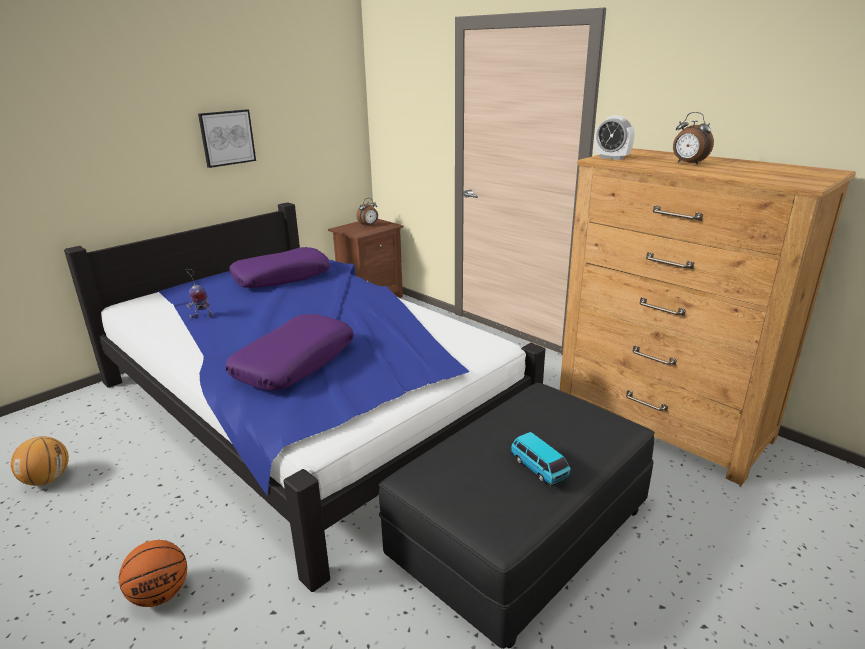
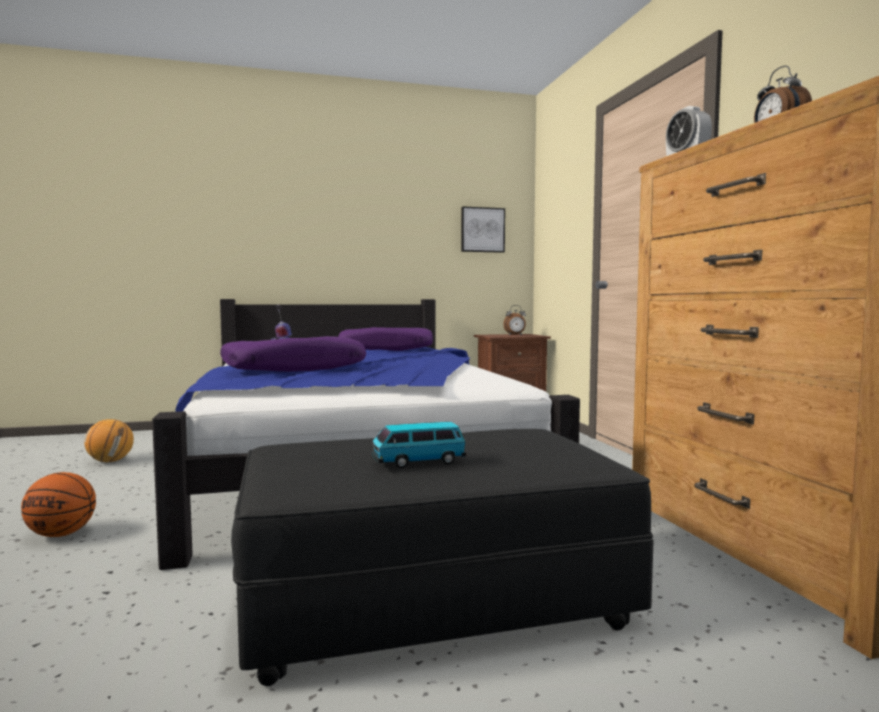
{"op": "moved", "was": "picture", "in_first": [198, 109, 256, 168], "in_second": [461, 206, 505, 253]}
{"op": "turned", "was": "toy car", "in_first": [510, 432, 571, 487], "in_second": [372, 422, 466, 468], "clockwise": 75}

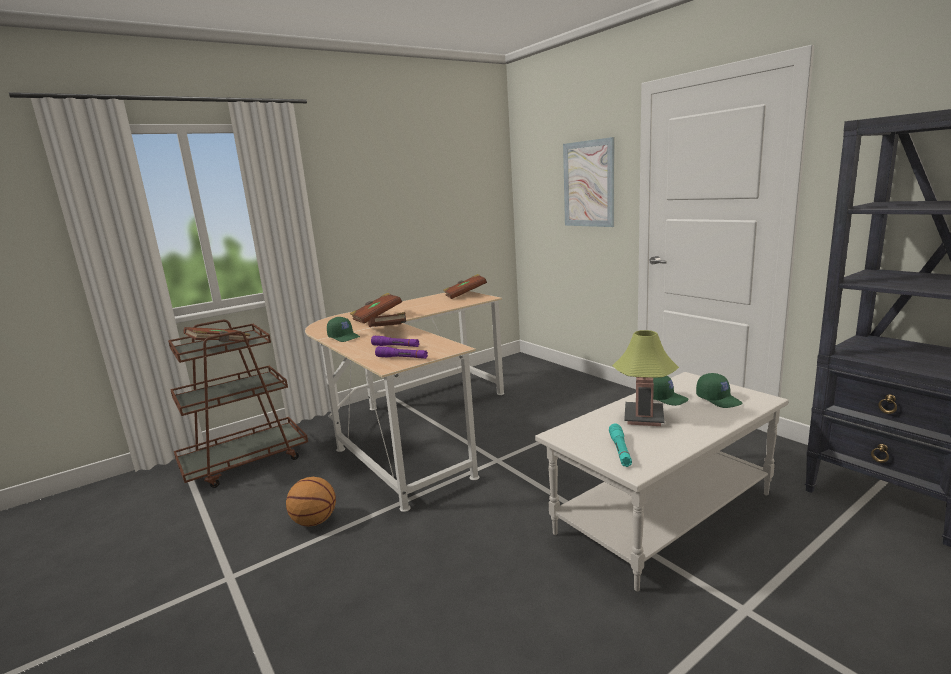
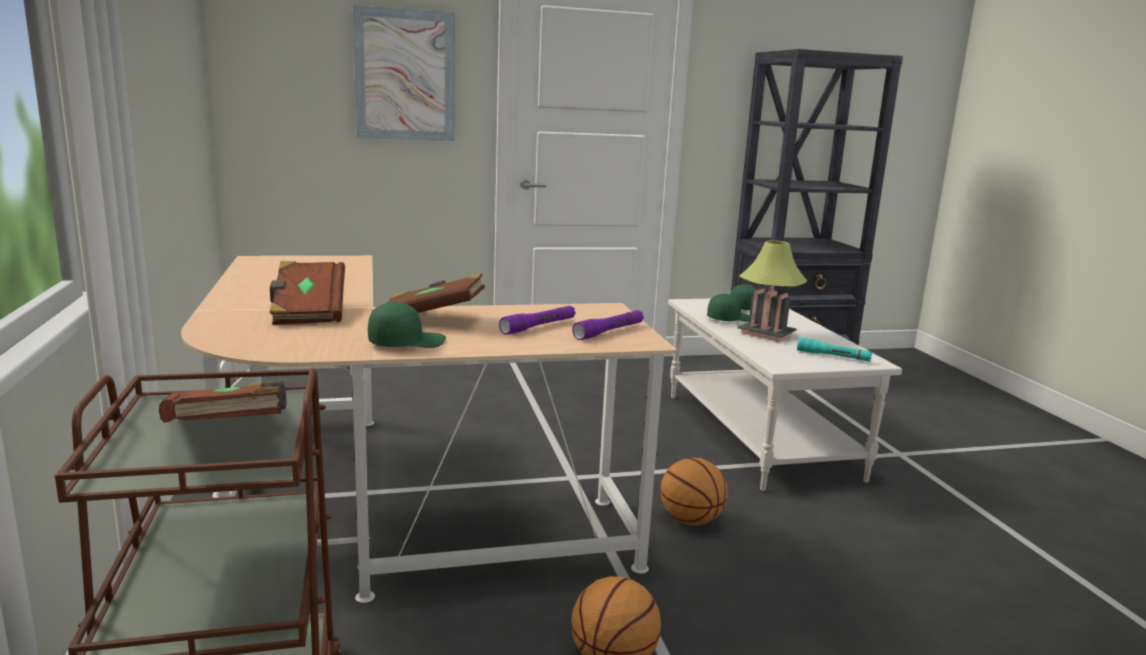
{"op": "removed", "was": "brown book", "in_first": [443, 274, 487, 299]}
{"op": "added", "now": "basketball", "in_second": [660, 458, 728, 526]}

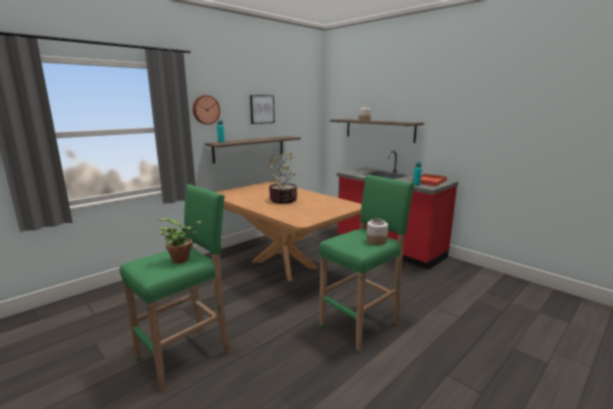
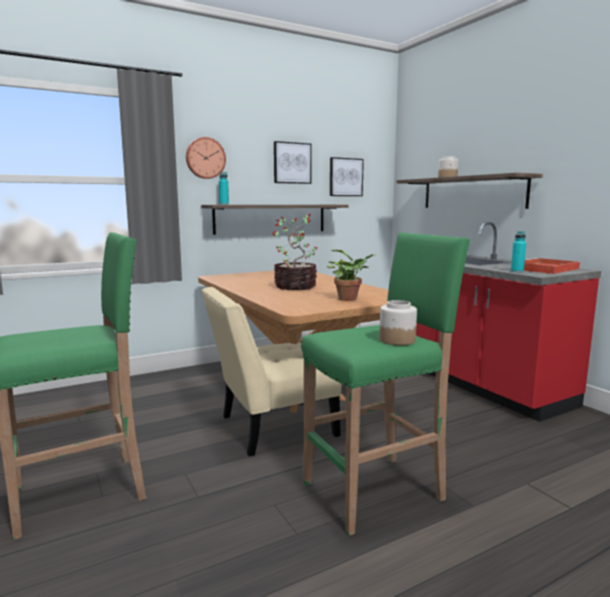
{"op": "moved", "was": "potted plant", "in_first": [158, 218, 201, 263], "in_second": [327, 250, 376, 301]}
{"op": "added", "now": "beige chair", "in_second": [202, 287, 342, 456]}
{"op": "added", "now": "picture", "in_second": [330, 157, 364, 196]}

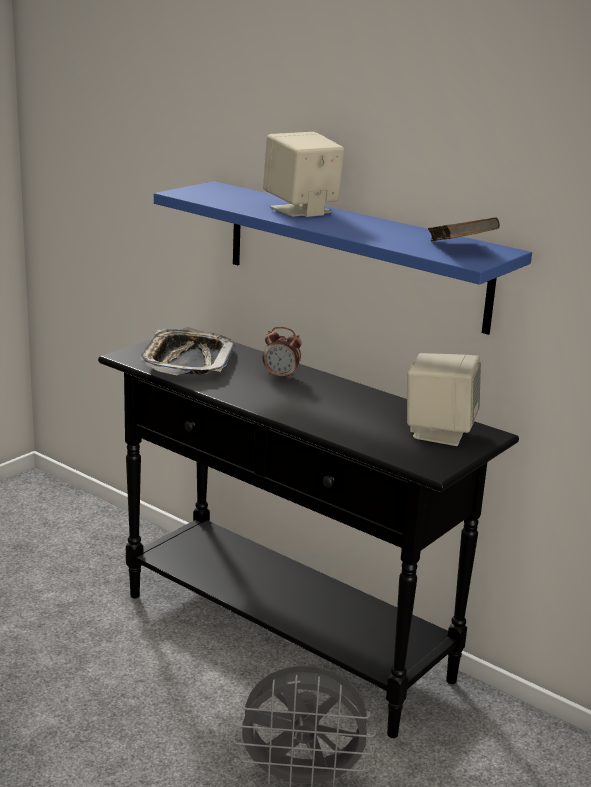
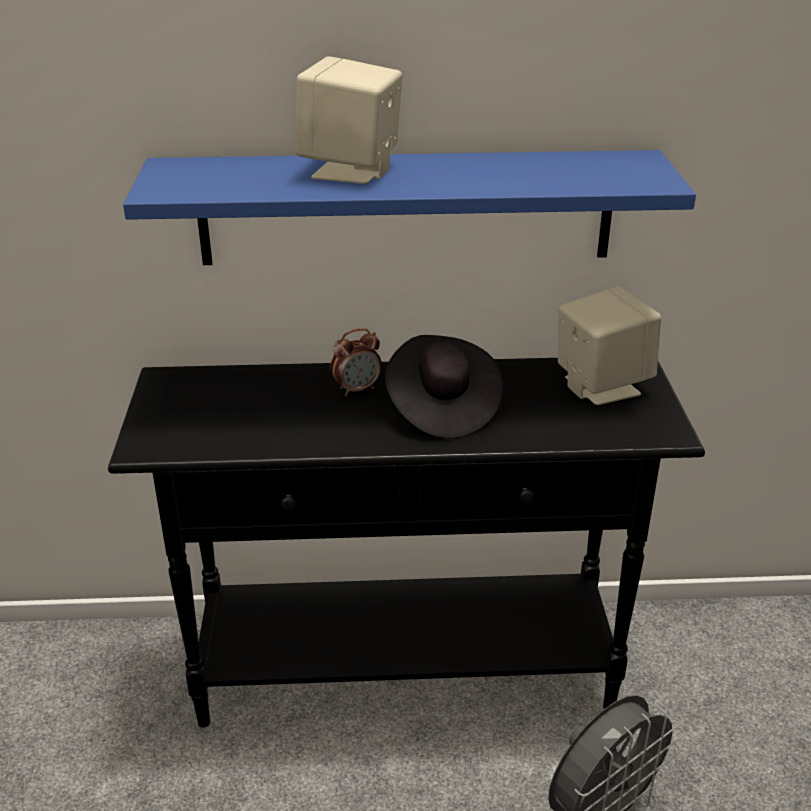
{"op": "removed", "was": "tray", "in_first": [140, 329, 235, 375]}
{"op": "removed", "was": "brown book", "in_first": [428, 217, 500, 241]}
{"op": "added", "now": "black hat", "in_second": [385, 335, 503, 439]}

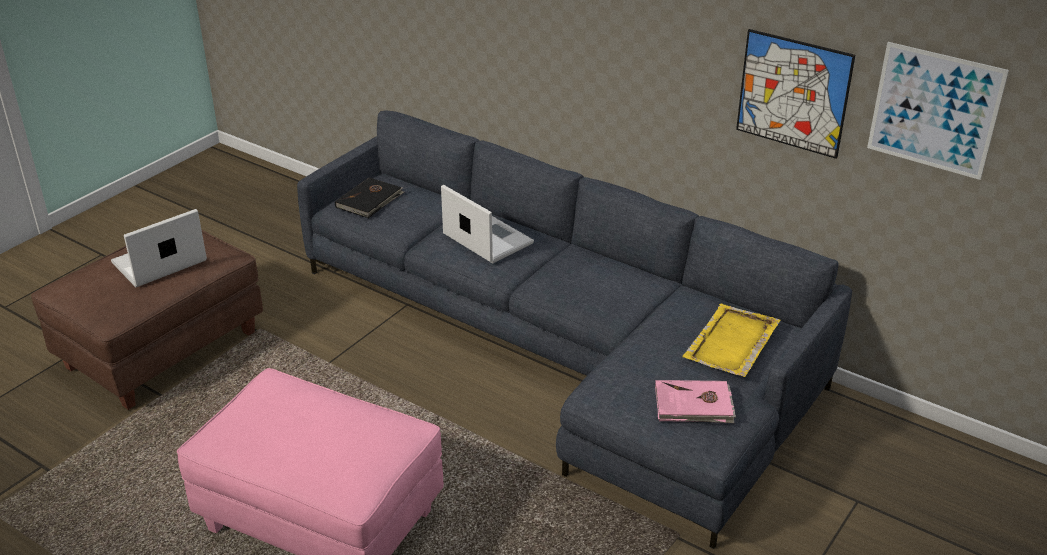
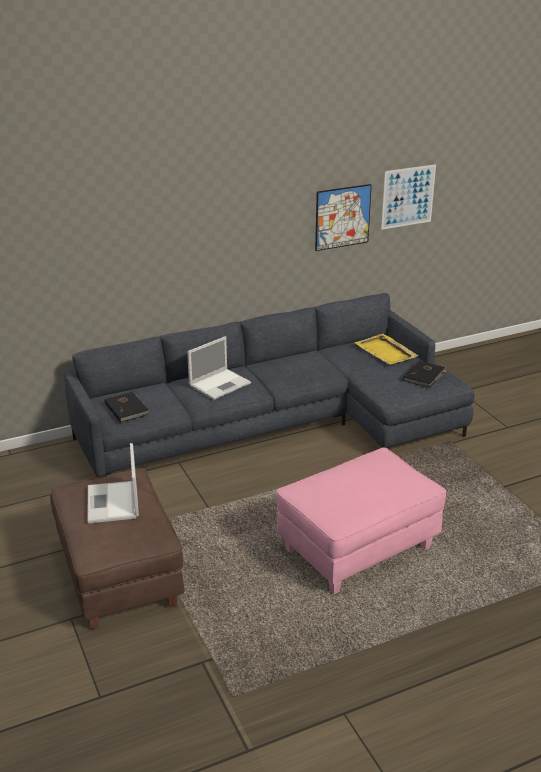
{"op": "turned", "was": "laptop", "in_first": [441, 185, 534, 263], "in_second": [187, 336, 251, 400], "clockwise": 150}
{"op": "recoloured", "was": "pink book", "now": "black book", "in_first": [655, 380, 736, 423], "in_second": [403, 361, 447, 388]}

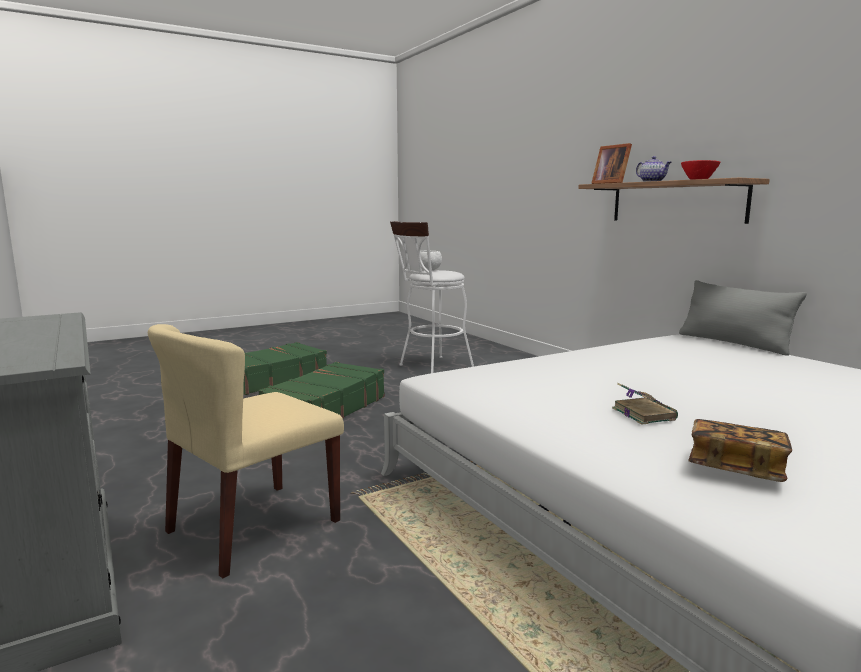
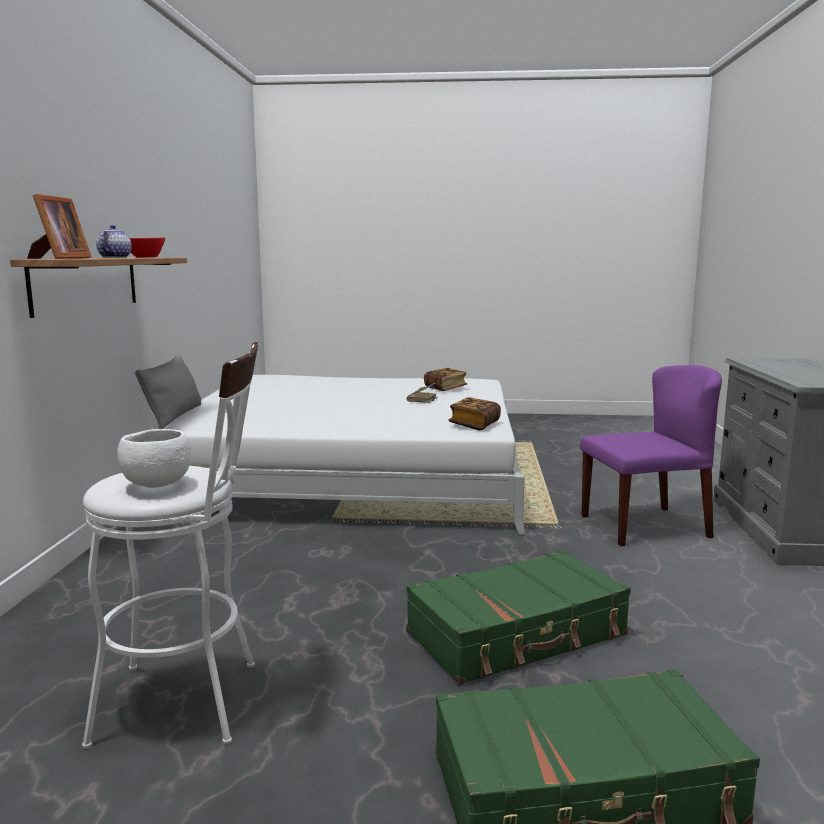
{"op": "recoloured", "was": "beige chair", "now": "purple chair", "in_first": [148, 324, 344, 579], "in_second": [580, 365, 722, 546]}
{"op": "added", "now": "book", "in_second": [449, 397, 501, 430]}

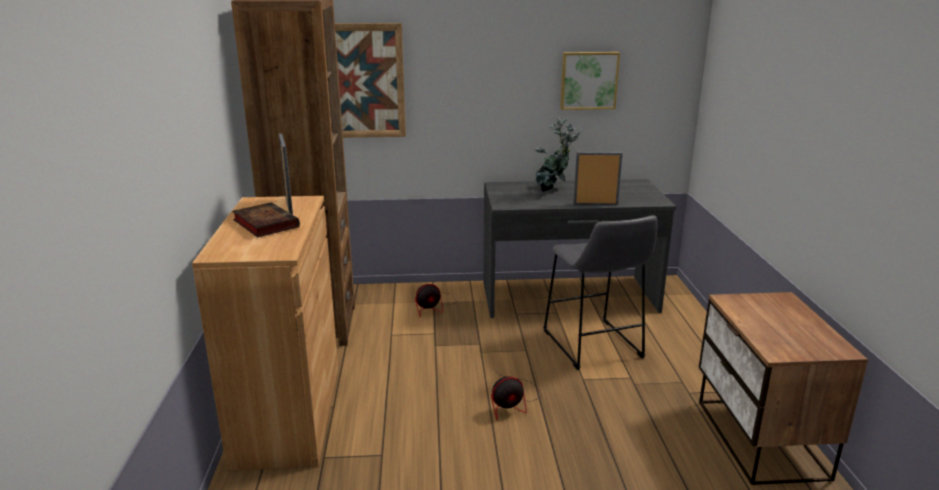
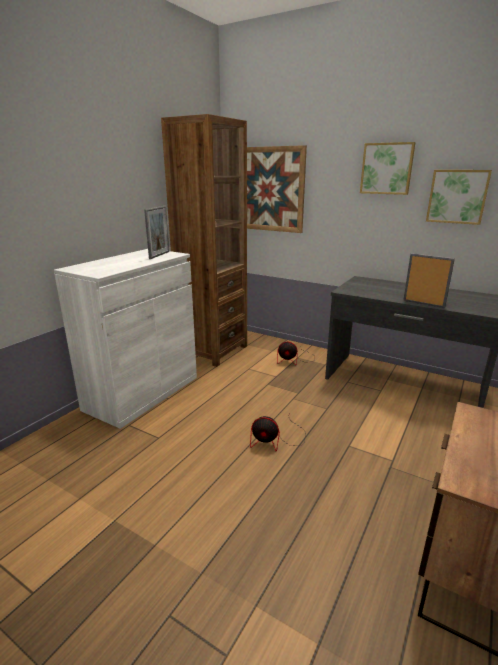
{"op": "recoloured", "was": "brown cabinet", "now": "white cabinet", "in_first": [192, 196, 338, 471], "in_second": [54, 249, 197, 429]}
{"op": "removed", "was": "book", "in_first": [232, 202, 300, 237]}
{"op": "removed", "was": "potted plant", "in_first": [535, 116, 581, 192]}
{"op": "removed", "was": "grey stool", "in_first": [543, 215, 658, 370]}
{"op": "added", "now": "picture", "in_second": [360, 142, 416, 195]}

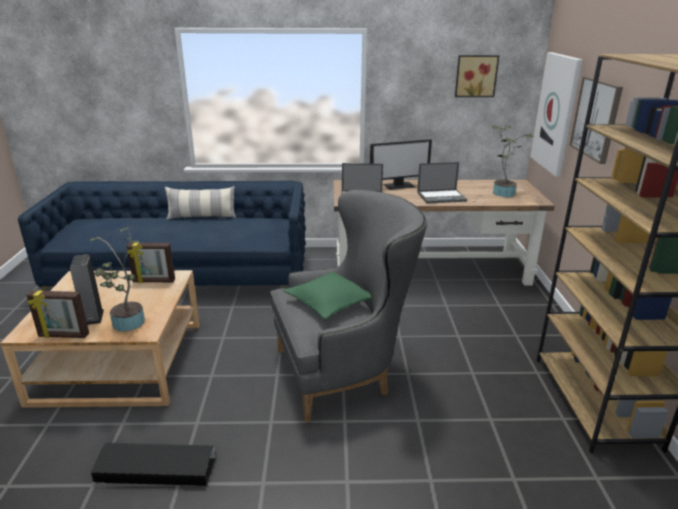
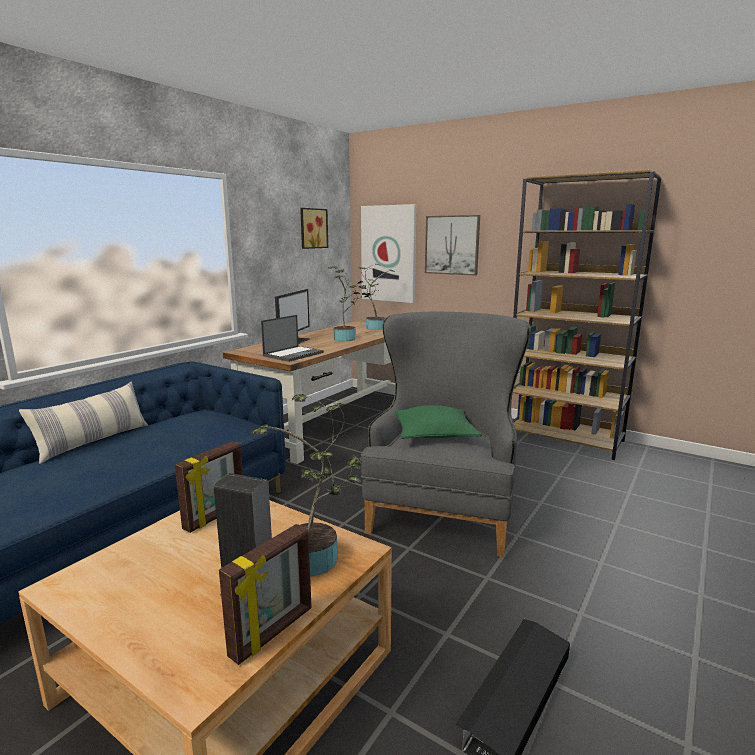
{"op": "replaced", "was": "laptop", "now": "potted plant", "in_first": [417, 162, 467, 203], "in_second": [328, 266, 367, 341]}

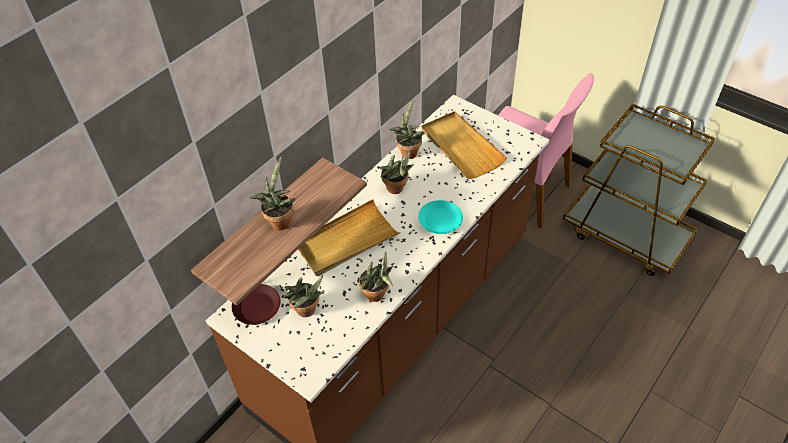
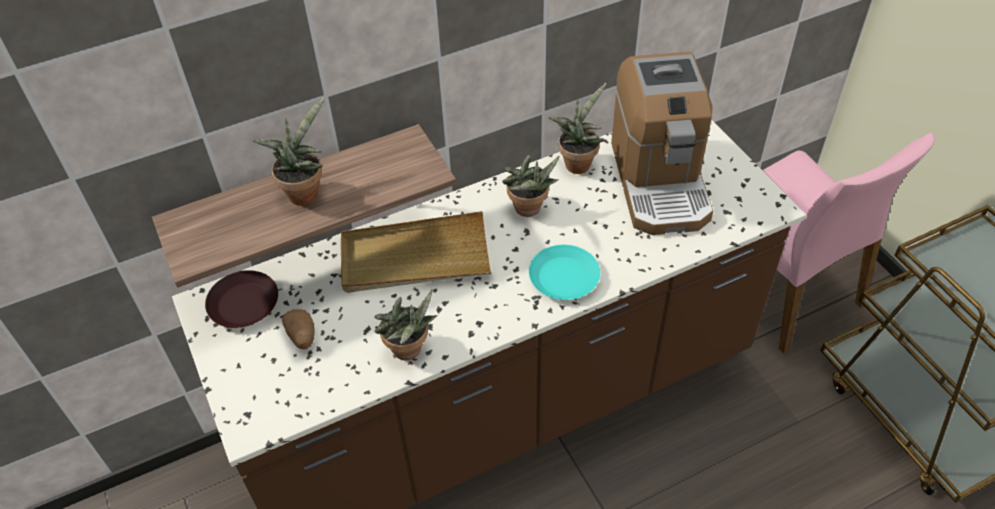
{"op": "replaced", "was": "potted plant", "now": "potato", "in_first": [284, 275, 324, 317], "in_second": [282, 309, 315, 349]}
{"op": "replaced", "was": "beige tray", "now": "coffee machine", "in_first": [421, 111, 507, 179], "in_second": [611, 52, 713, 235]}

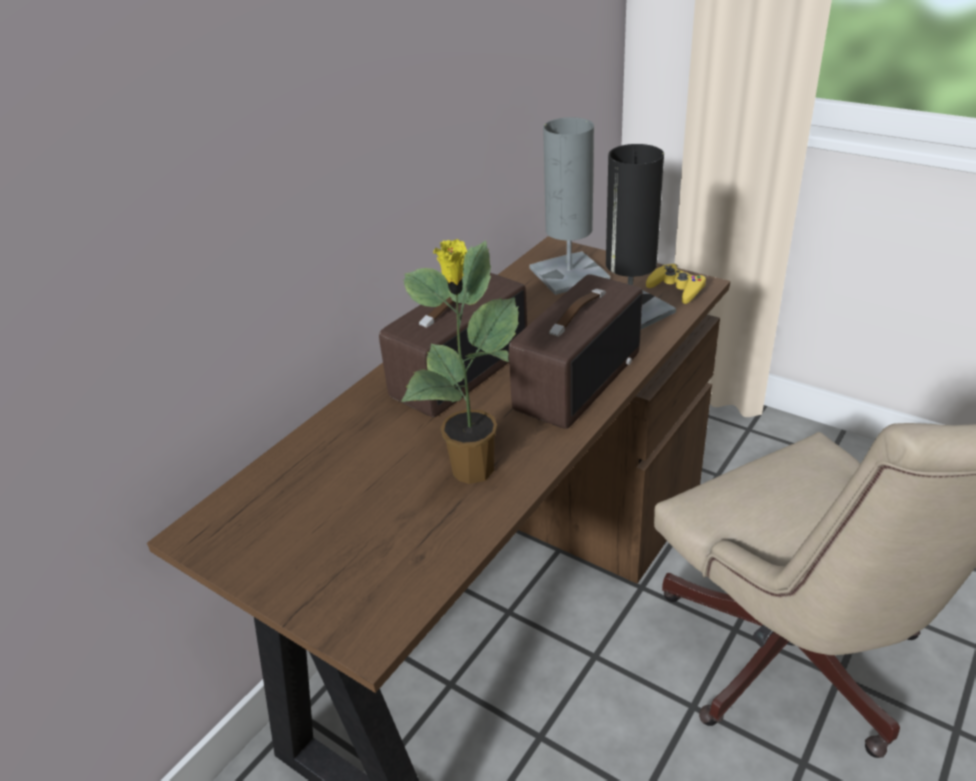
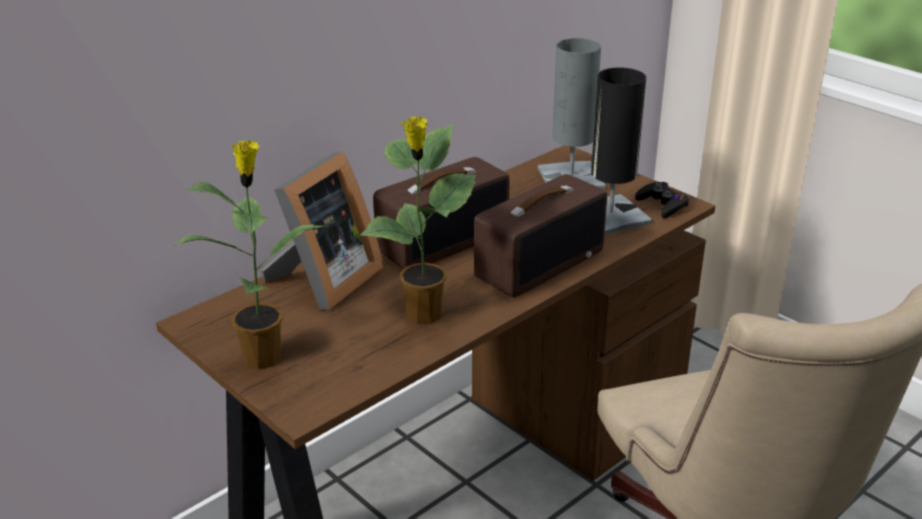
{"op": "recoloured", "was": "yellow game controller", "now": "black game controller", "in_first": [646, 264, 706, 304], "in_second": [635, 182, 690, 218]}
{"op": "added", "now": "potted plant", "in_second": [172, 140, 326, 370]}
{"op": "added", "now": "picture frame", "in_second": [262, 151, 383, 310]}

